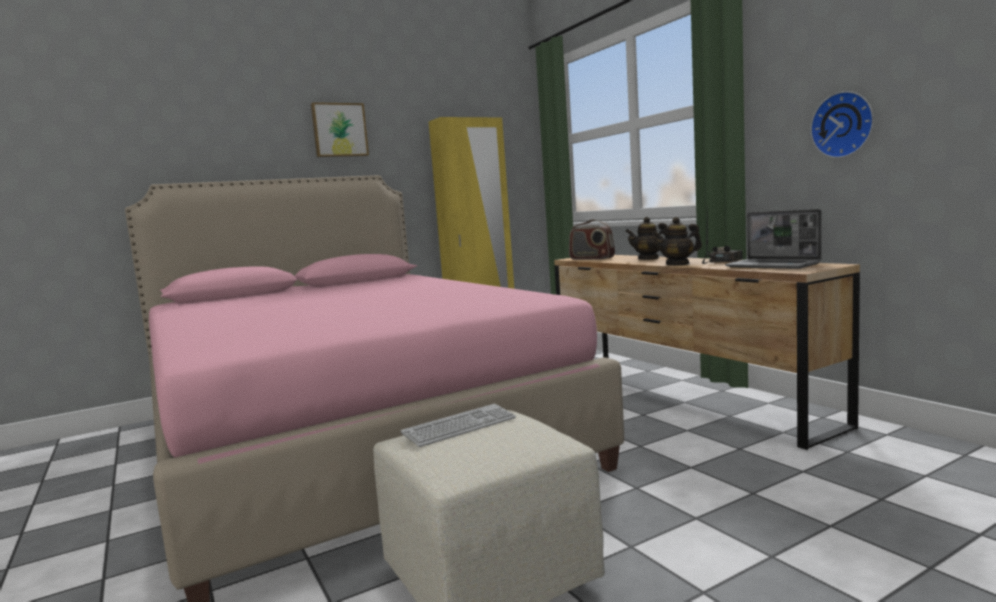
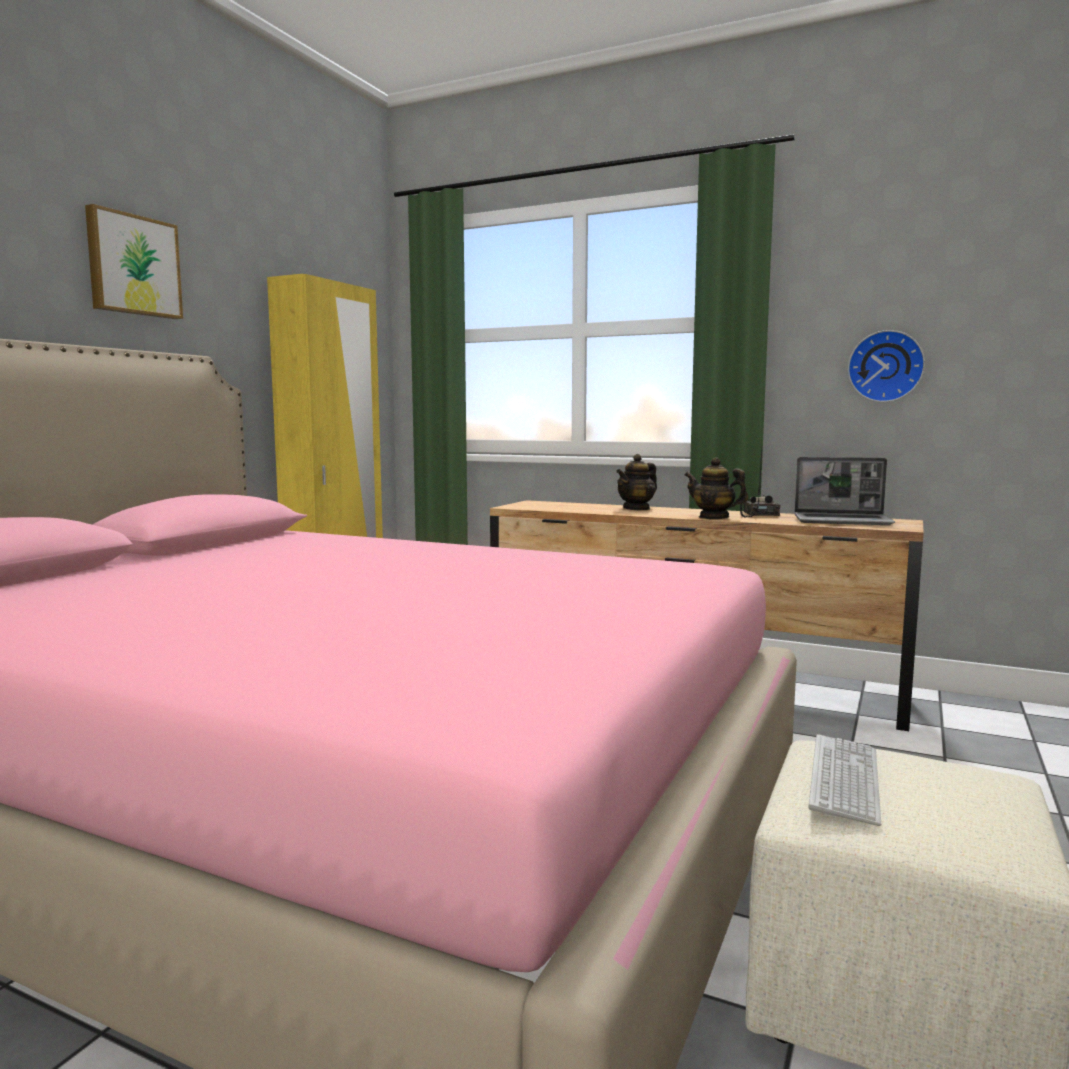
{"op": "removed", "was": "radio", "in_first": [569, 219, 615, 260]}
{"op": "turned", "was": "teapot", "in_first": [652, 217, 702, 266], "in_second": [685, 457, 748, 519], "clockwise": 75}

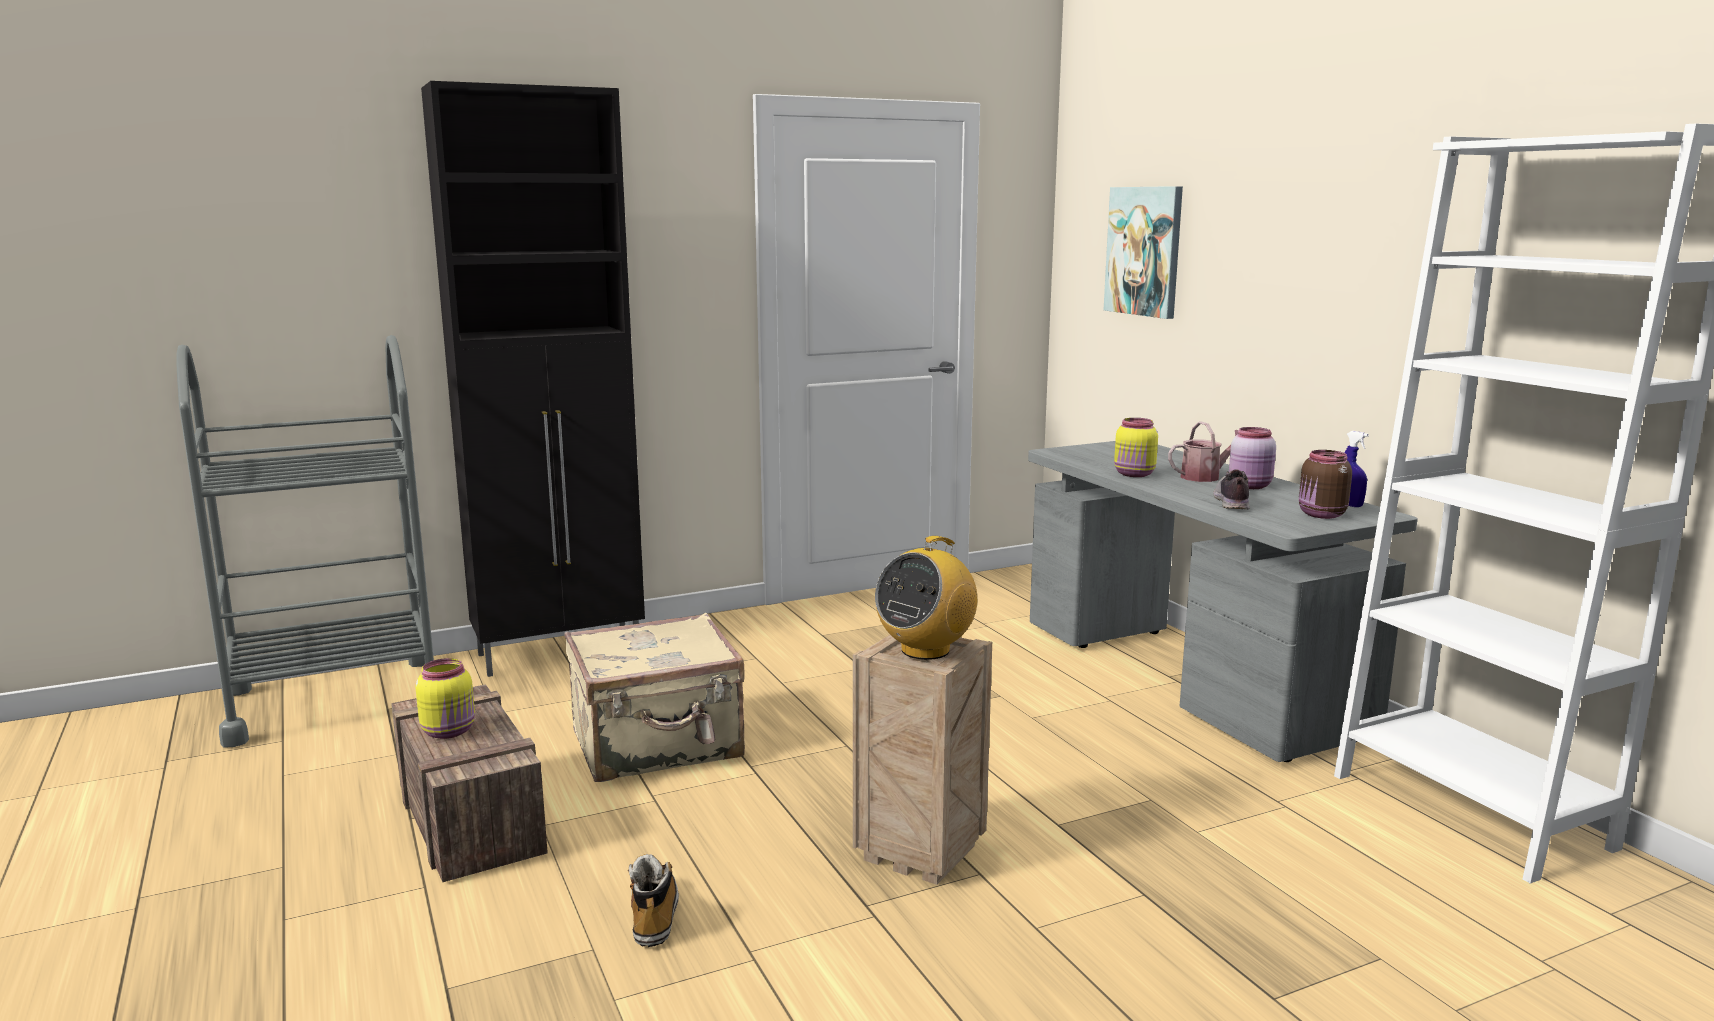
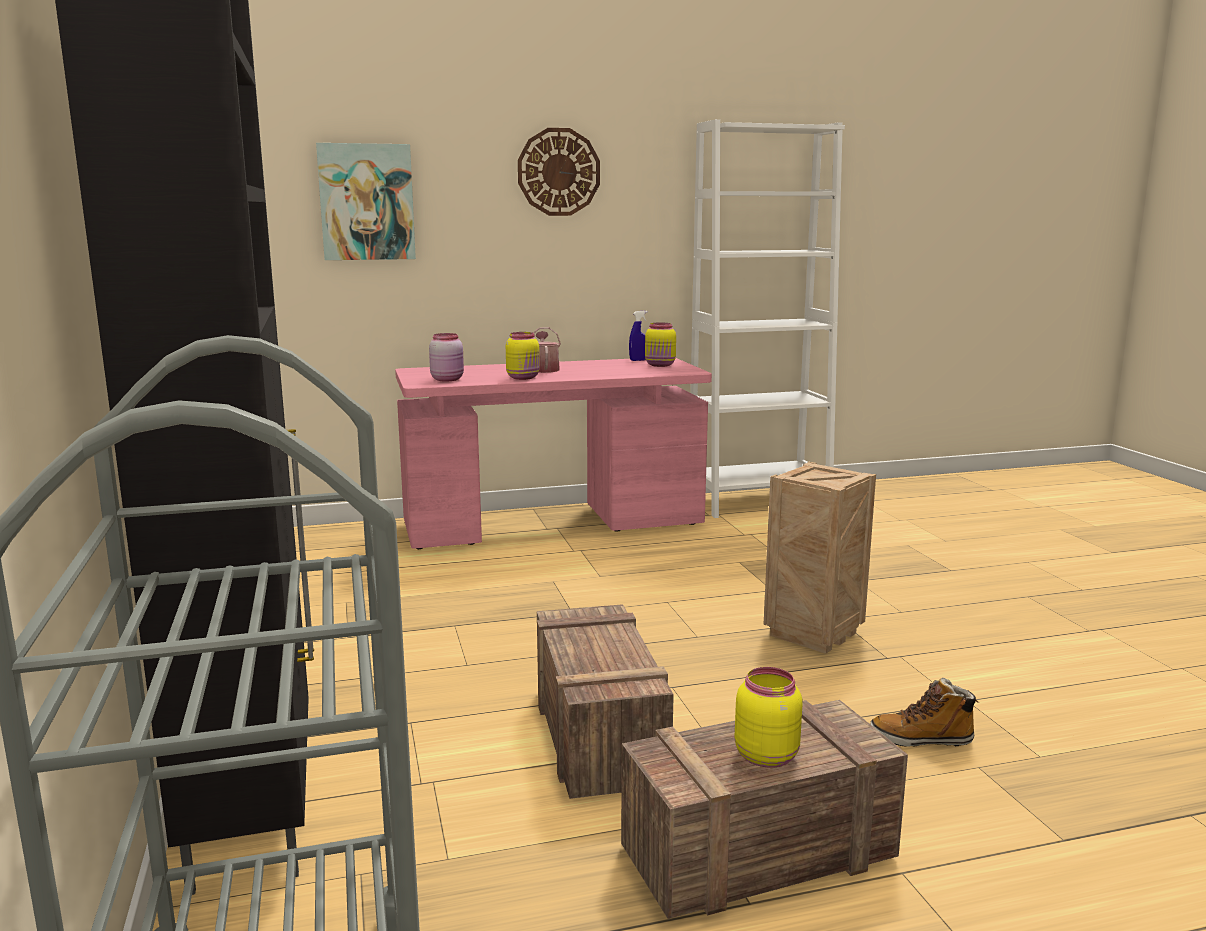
{"op": "replaced", "was": "beige suitcase", "now": "crate", "in_first": [565, 613, 745, 782], "in_second": [537, 604, 674, 799]}
{"op": "removed", "was": "radio", "in_first": [875, 536, 977, 660]}
{"op": "recoloured", "was": "grey desk", "now": "pink desk", "in_first": [1028, 441, 1418, 762], "in_second": [395, 358, 712, 549]}
{"op": "removed", "was": "shoe", "in_first": [1213, 469, 1250, 509]}
{"op": "moved", "was": "pink jar", "in_first": [1229, 427, 1276, 489], "in_second": [429, 333, 464, 382]}
{"op": "recoloured", "was": "brown jar", "now": "yellow jar", "in_first": [1299, 450, 1352, 519], "in_second": [645, 323, 676, 367]}
{"op": "added", "now": "wall clock", "in_second": [518, 128, 600, 216]}

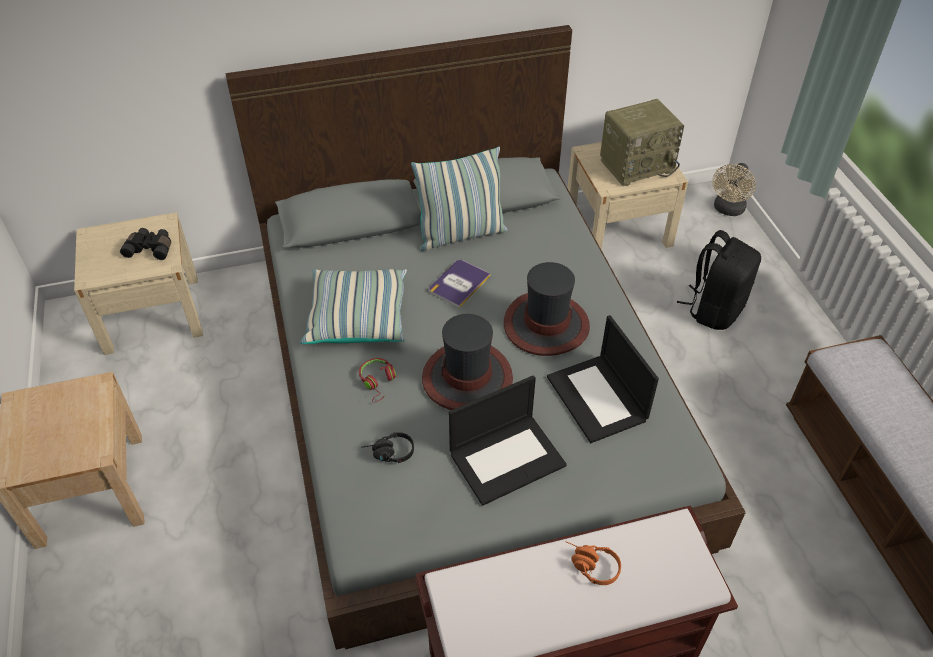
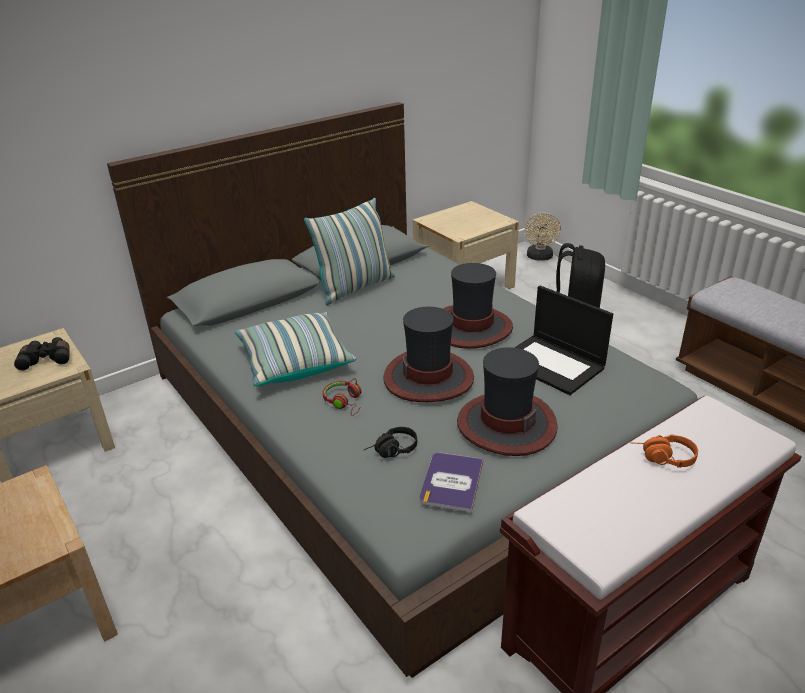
{"op": "moved", "was": "book", "in_first": [429, 260, 491, 308], "in_second": [420, 452, 483, 513]}
{"op": "replaced", "was": "laptop", "now": "hat", "in_first": [449, 375, 567, 506], "in_second": [457, 347, 558, 456]}
{"op": "removed", "was": "radio", "in_first": [600, 99, 684, 186]}

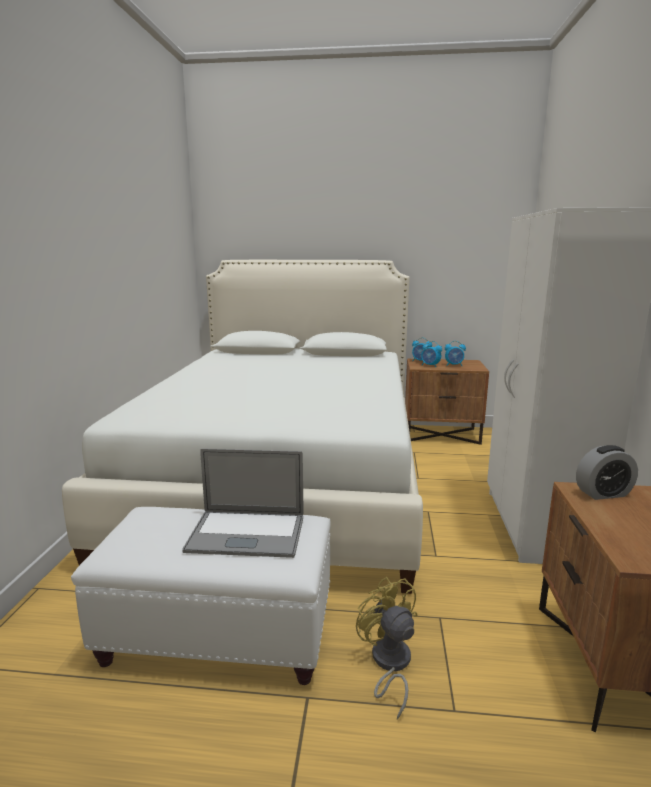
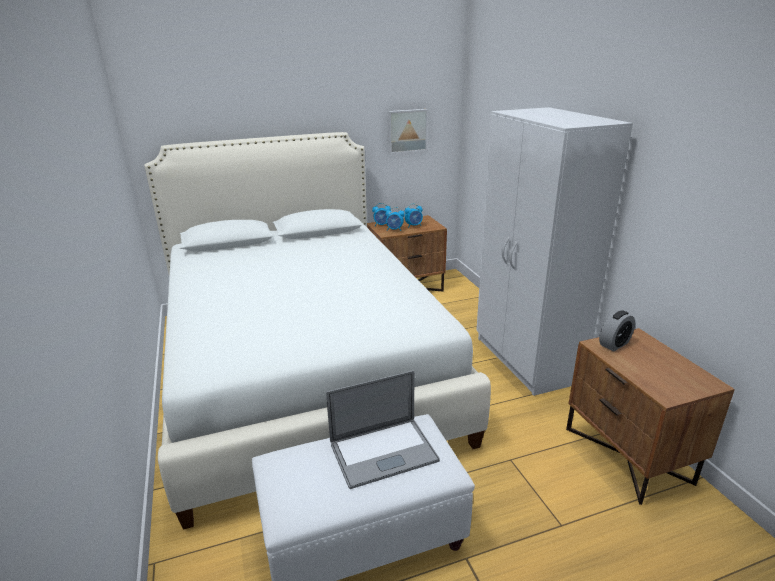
{"op": "removed", "was": "yellow fan", "in_first": [356, 577, 418, 720]}
{"op": "added", "now": "picture", "in_second": [388, 109, 428, 154]}

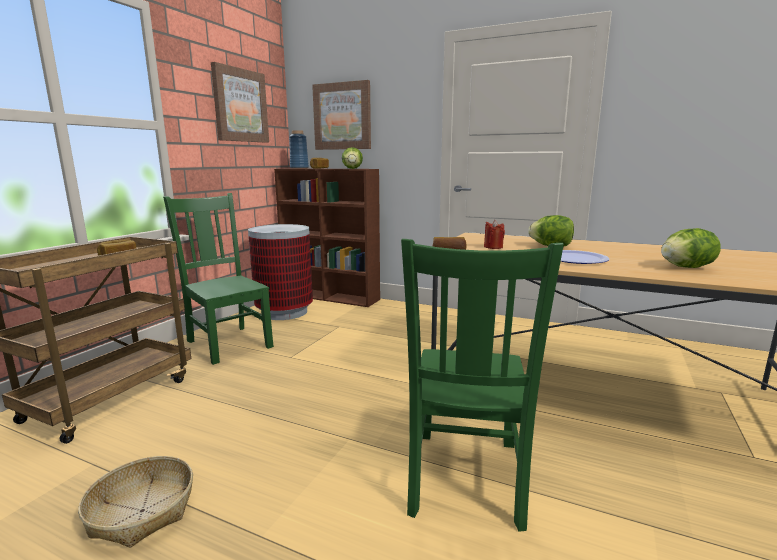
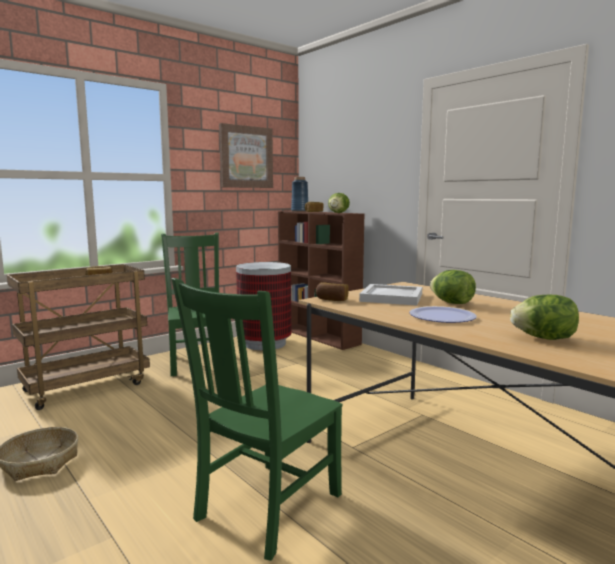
{"op": "removed", "was": "picture", "in_first": [312, 80, 371, 150]}
{"op": "replaced", "was": "red candle", "now": "white tray", "in_first": [484, 220, 505, 249], "in_second": [359, 284, 422, 305]}

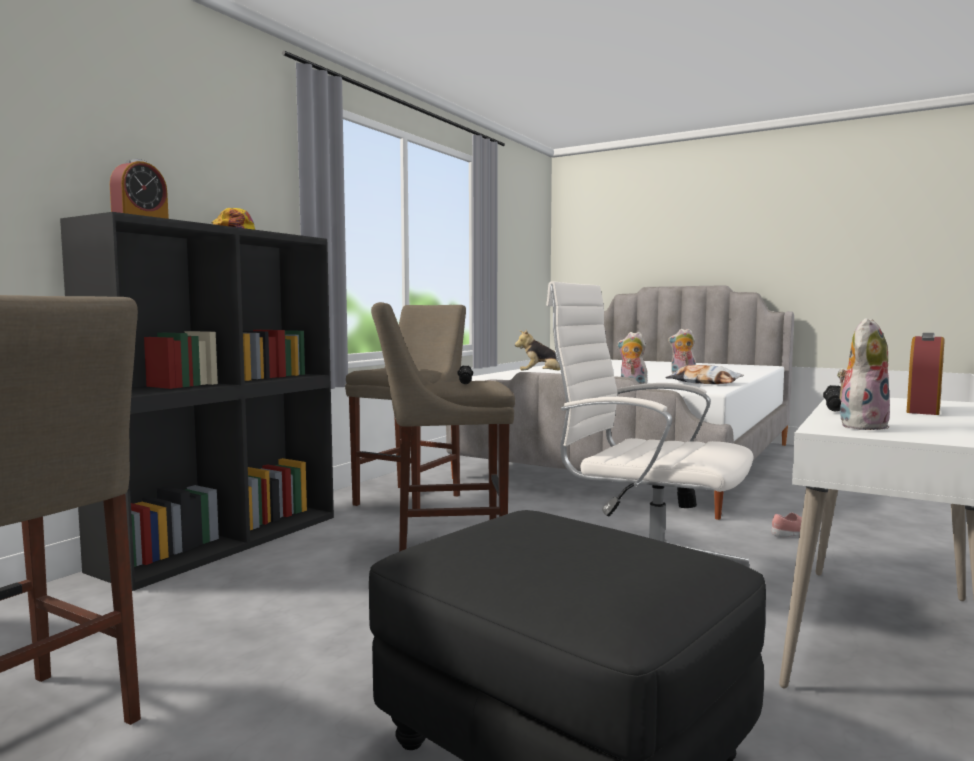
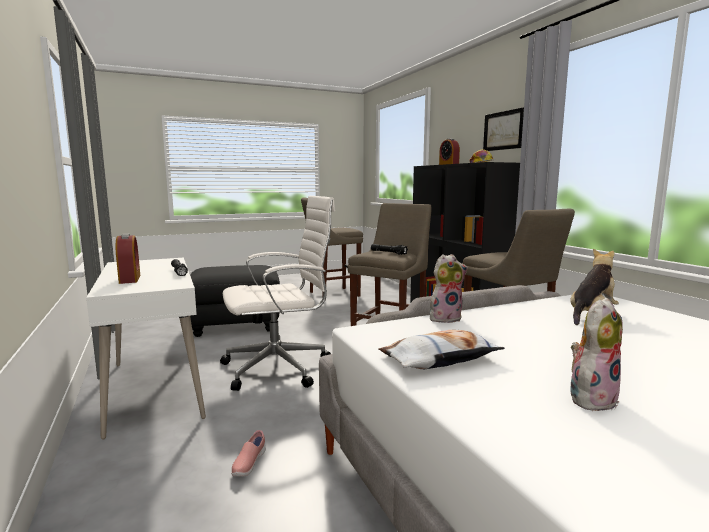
{"op": "removed", "was": "plush toy", "in_first": [837, 318, 890, 431]}
{"op": "added", "now": "picture", "in_second": [483, 108, 524, 151]}

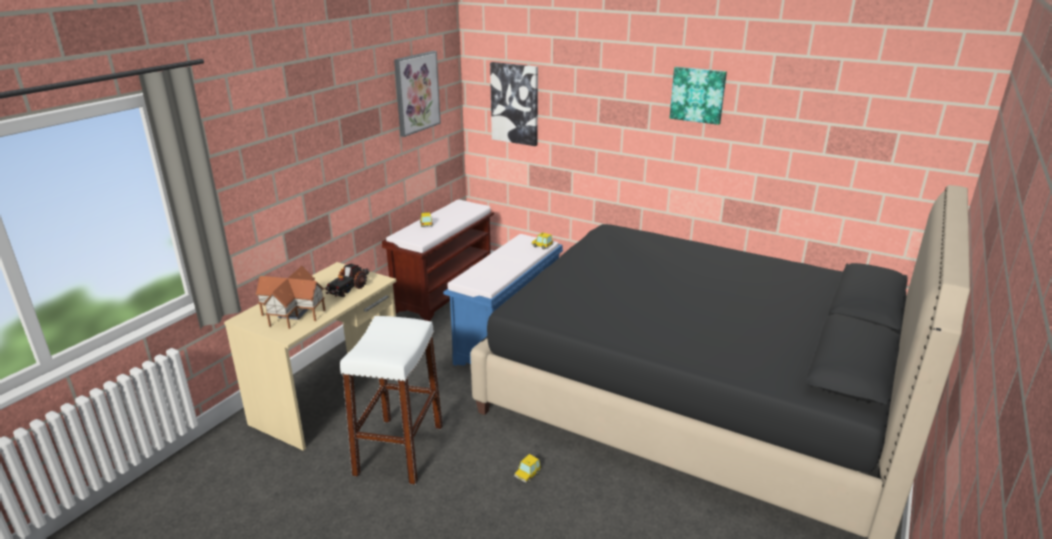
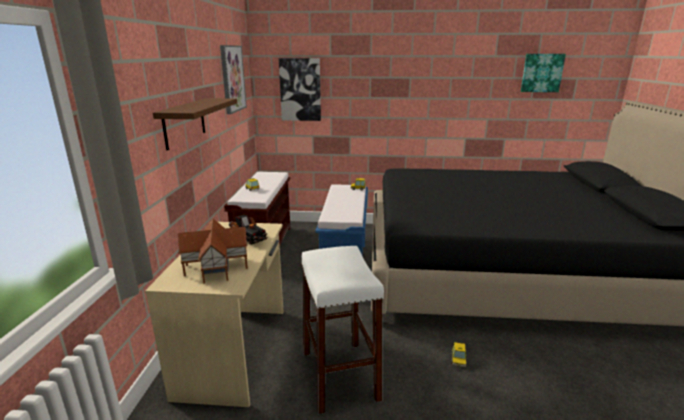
{"op": "turned", "was": "toy truck", "in_first": [325, 263, 370, 297], "in_second": [228, 215, 268, 245], "clockwise": -45}
{"op": "moved", "was": "picture", "in_first": [670, 67, 727, 125], "in_second": [521, 54, 566, 92]}
{"op": "added", "now": "brown shelf", "in_second": [153, 98, 237, 150]}

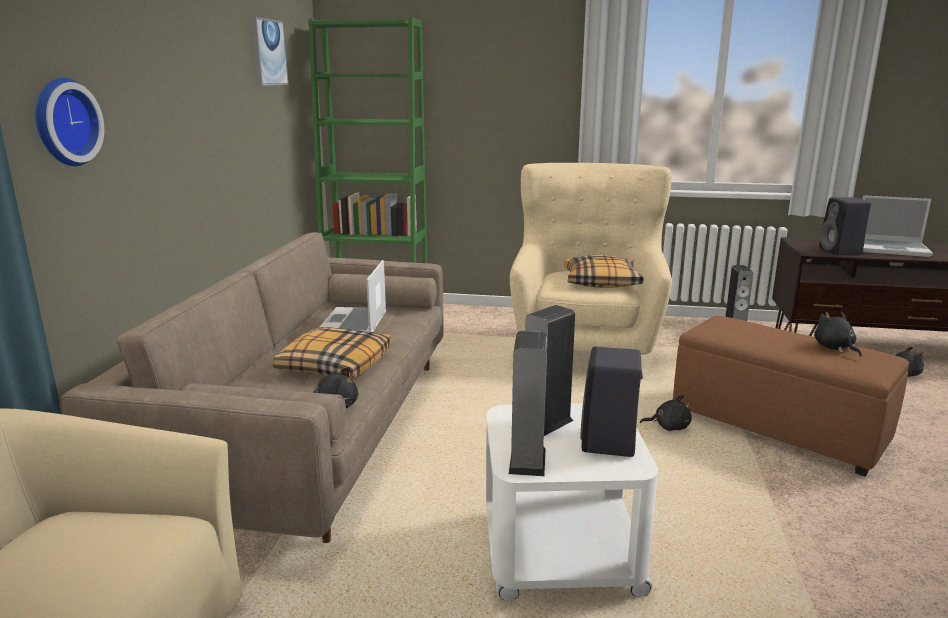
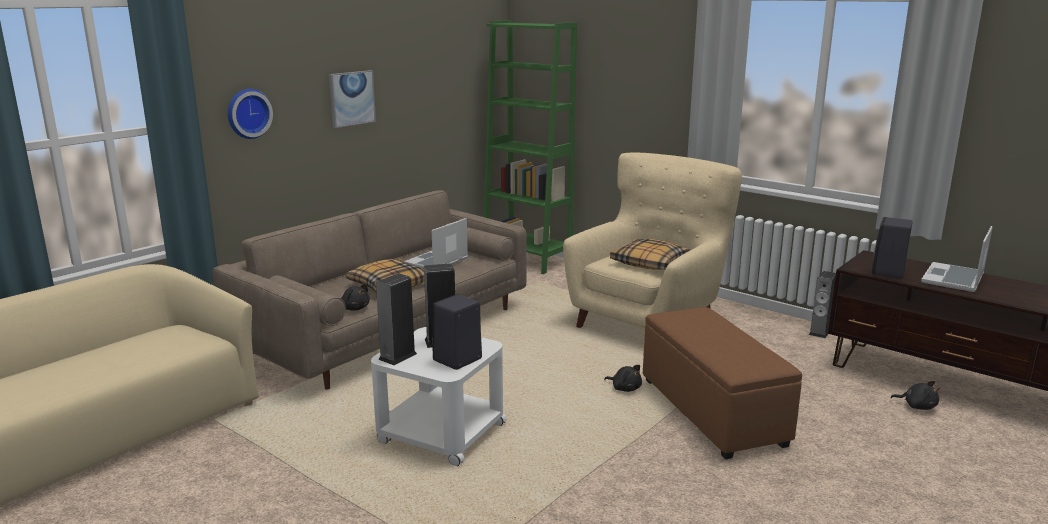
{"op": "moved", "was": "picture", "in_first": [251, 17, 289, 86], "in_second": [329, 70, 376, 128]}
{"op": "removed", "was": "black plush toy", "in_first": [814, 311, 861, 357]}
{"op": "turned", "was": "laptop", "in_first": [863, 195, 933, 257], "in_second": [921, 226, 993, 292], "clockwise": 75}

